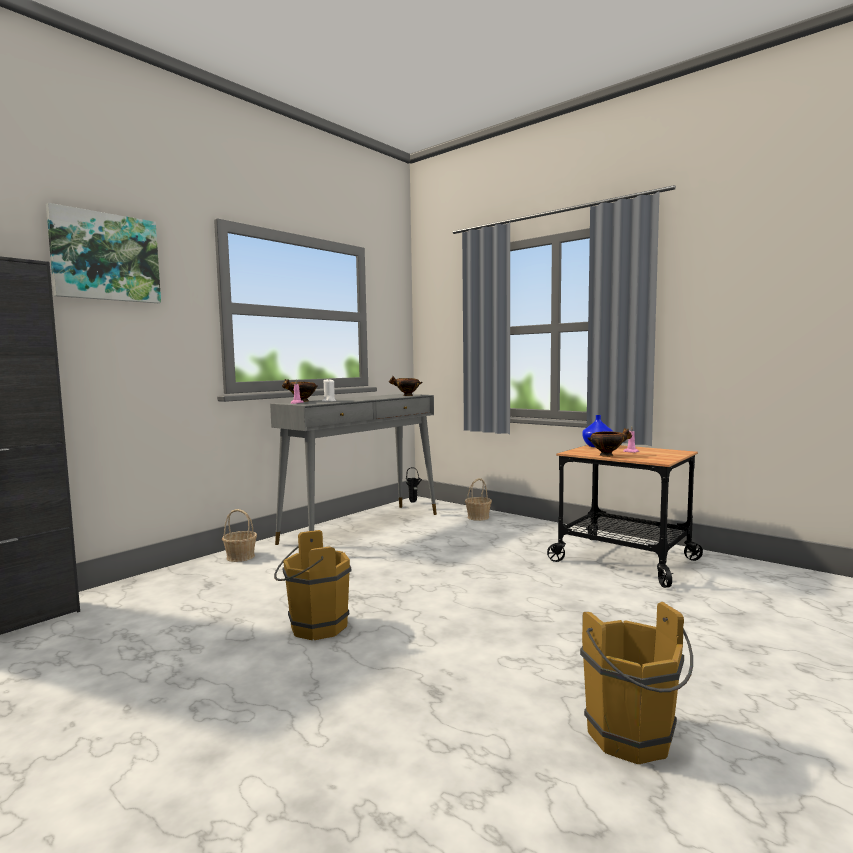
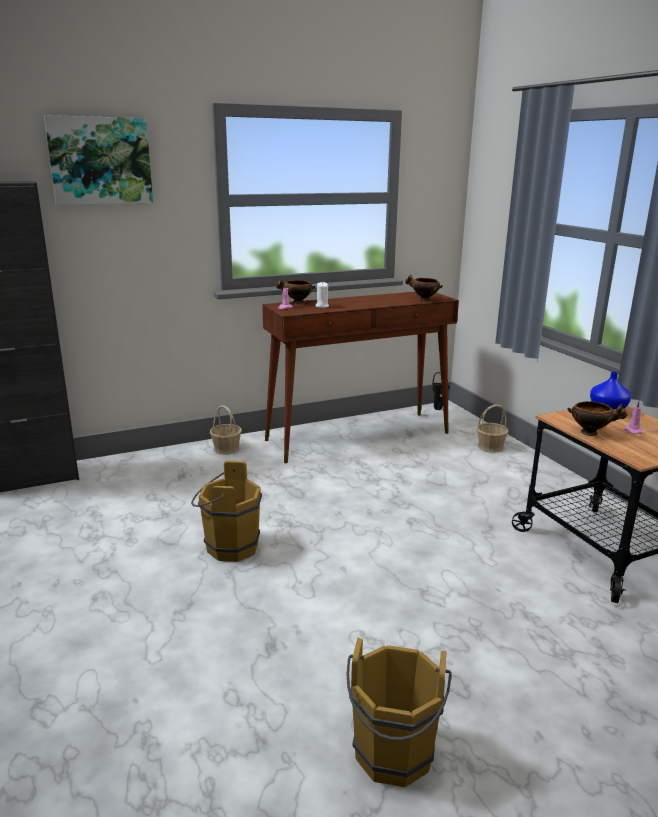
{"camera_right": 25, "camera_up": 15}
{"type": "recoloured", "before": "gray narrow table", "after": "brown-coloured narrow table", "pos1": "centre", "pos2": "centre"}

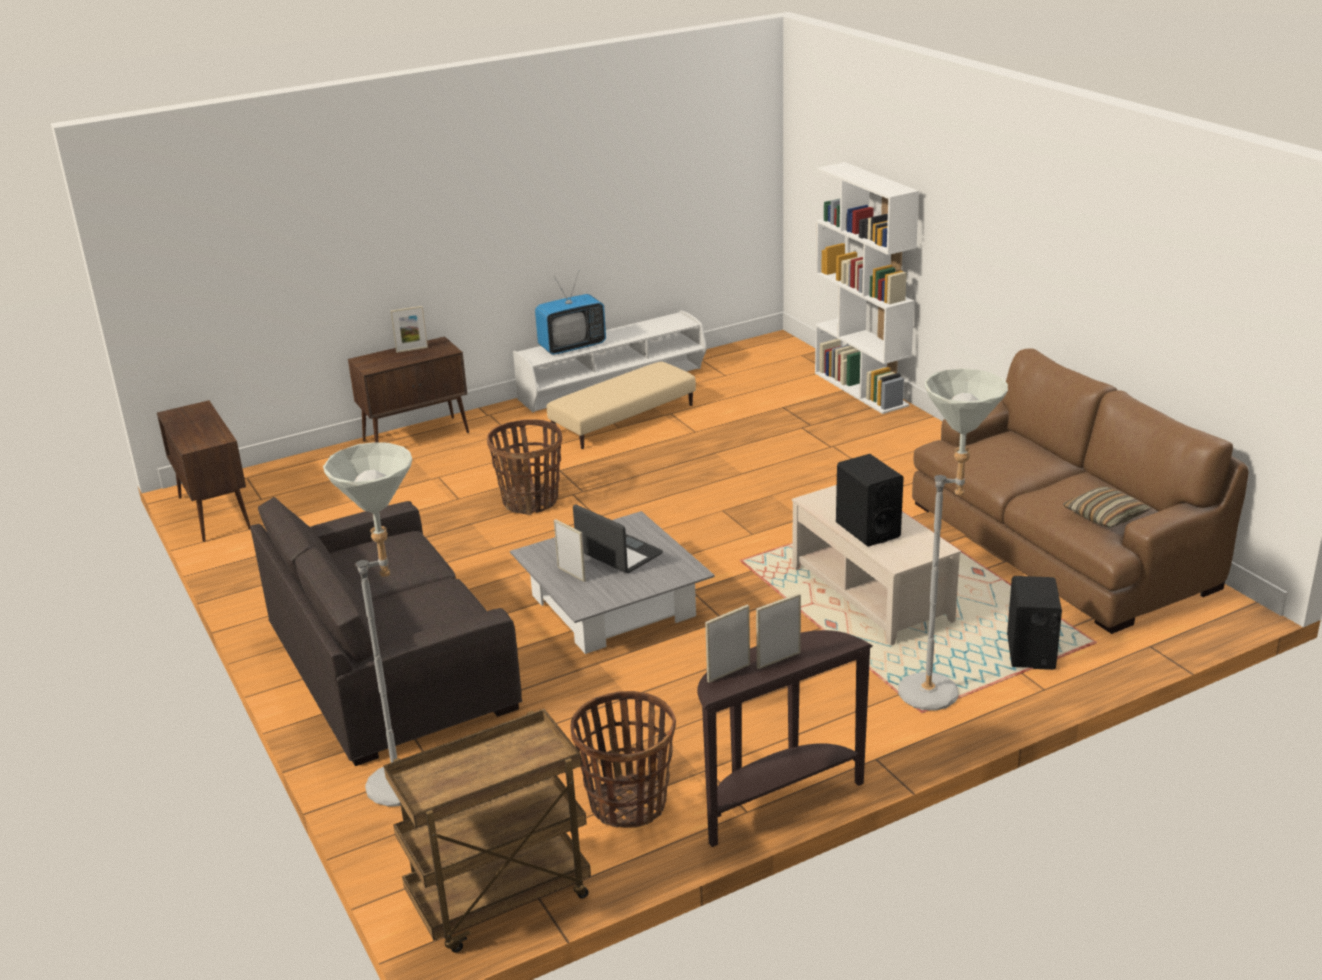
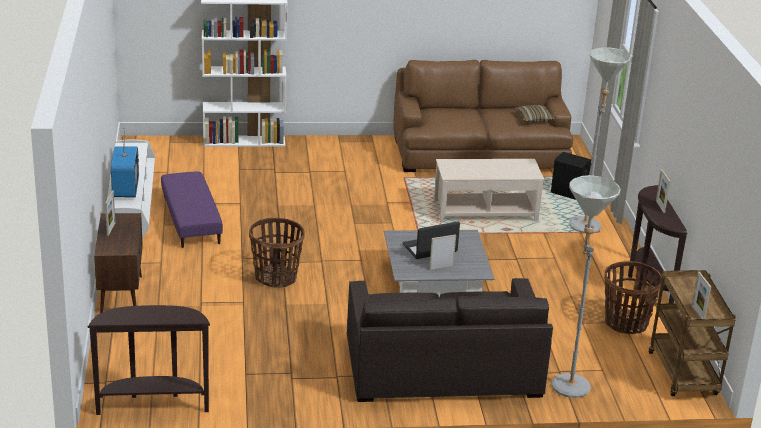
{"camera_right": -70, "camera_up": 0}
{"type": "replaced", "before": "brown-coloured cabinet (1st from left)", "after": "brown-coloured narrow table (1st from left)", "pos1": "middle left", "pos2": "bottom left"}
{"type": "recoloured", "before": "sand-coloured ottoman", "after": "purple-coloured ottoman", "pos1": "centre", "pos2": "middle left"}
{"type": "moved", "before": "standing frame (3rd from left in the first image)", "after": "standing frame (4th from left)", "pos1": "centre", "pos2": "bottom right"}
{"type": "removed", "before": "blackish speaker (1st from left)", "pos1": "centre"}

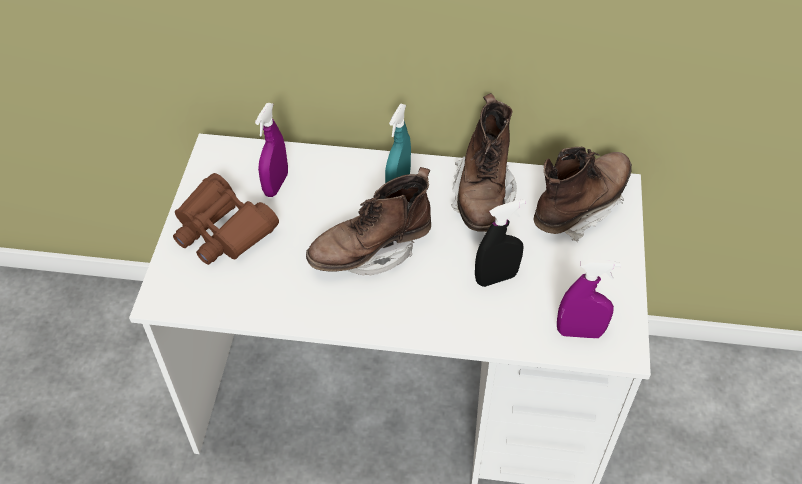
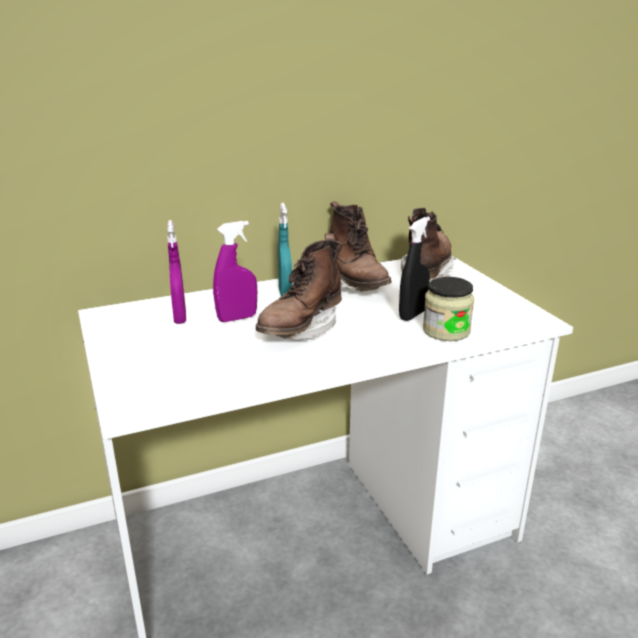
{"camera_right": -30, "camera_up": -25}
{"type": "removed", "before": "brown-coloured binoculars", "pos1": "middle left"}
{"type": "moved", "before": "purple-coloured sprayer (2nd from left)", "pos1": "middle right", "pos2": "centre"}
{"type": "added", "after": "storage jar", "pos2": "middle right"}

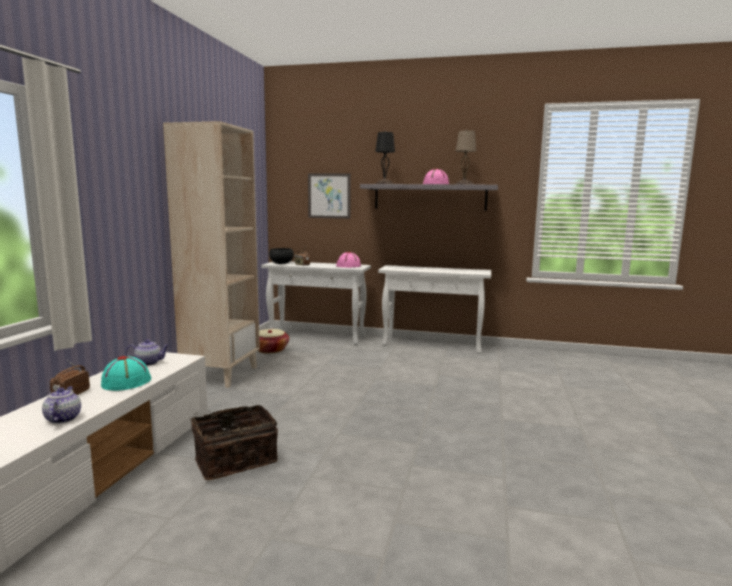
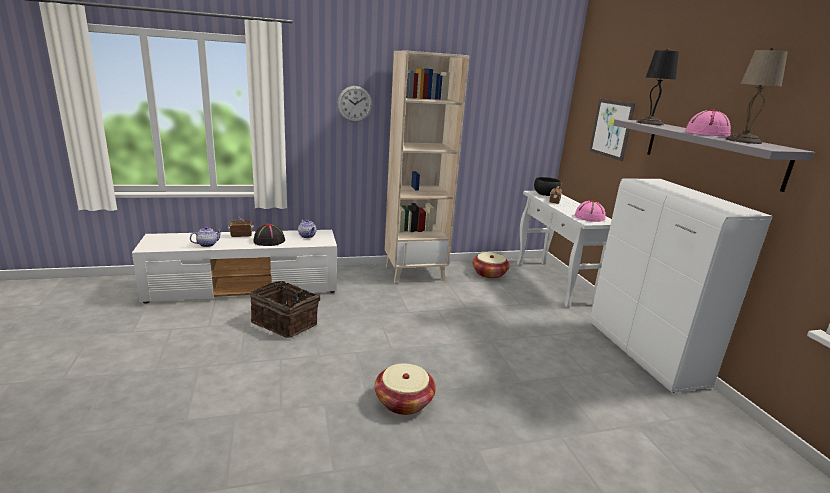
{"camera_right": 60, "camera_up": 10}
{"type": "recoloured", "before": "blue-green clothing hat", "after": "blackish clothing hat", "pos1": "middle left", "pos2": "middle left"}
{"type": "replaced", "before": "whitish narrow table (2nd from left)", "after": "whitish cabinet", "pos1": "centre", "pos2": "middle right"}
{"type": "added", "after": "wall clock", "pos2": "top centre"}
{"type": "added", "after": "basket (2nd from left)", "pos2": "bottom centre"}

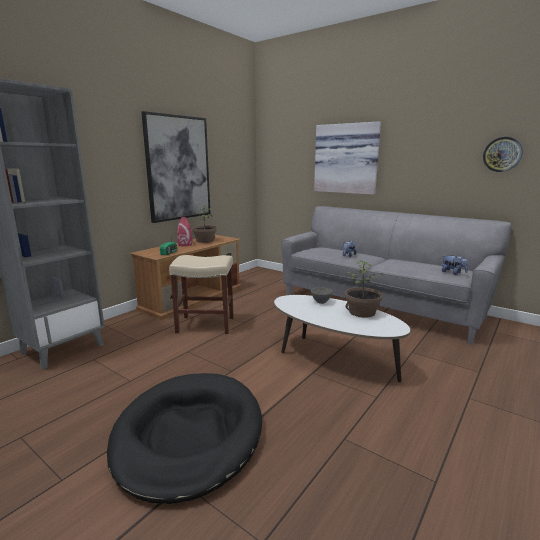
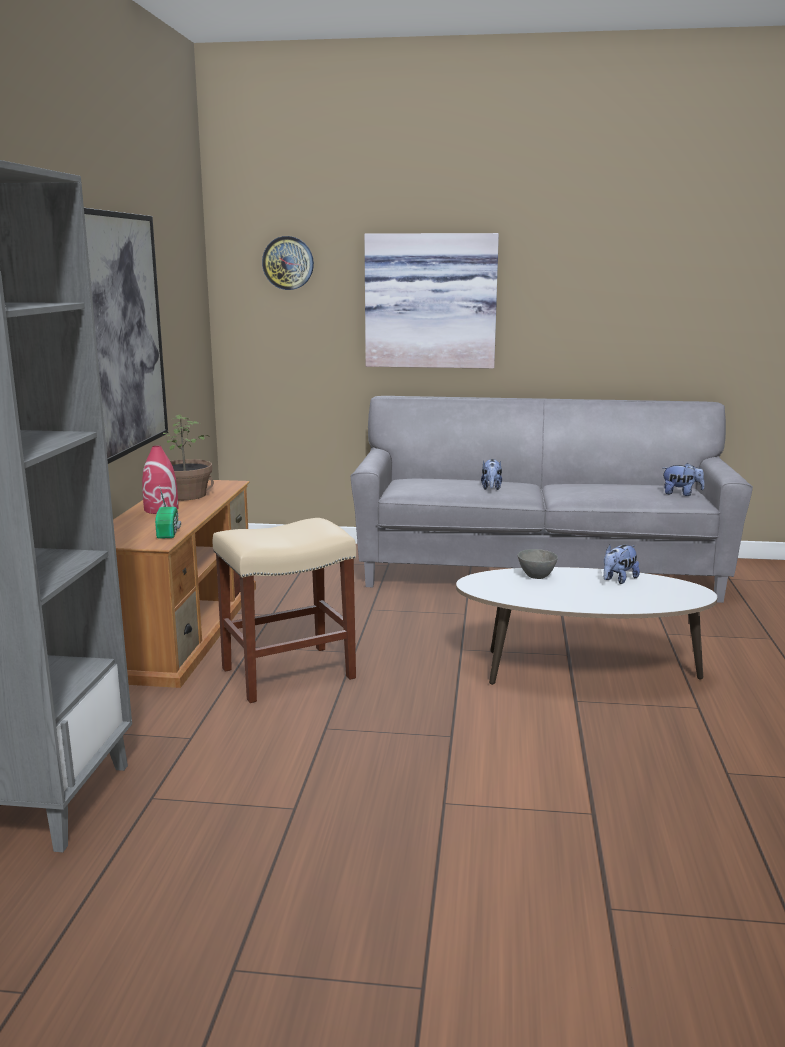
{"camera_right": -30, "camera_up": 0}
{"type": "removed", "before": "blackish pet bed", "pos1": "bottom centre"}
{"type": "replaced", "before": "houseplant (2nd from left)", "after": "cuddly toy (2nd from left)", "pos1": "middle right", "pos2": "middle right"}
{"type": "moved", "before": "wall clock", "pos1": "top right", "pos2": "top centre"}

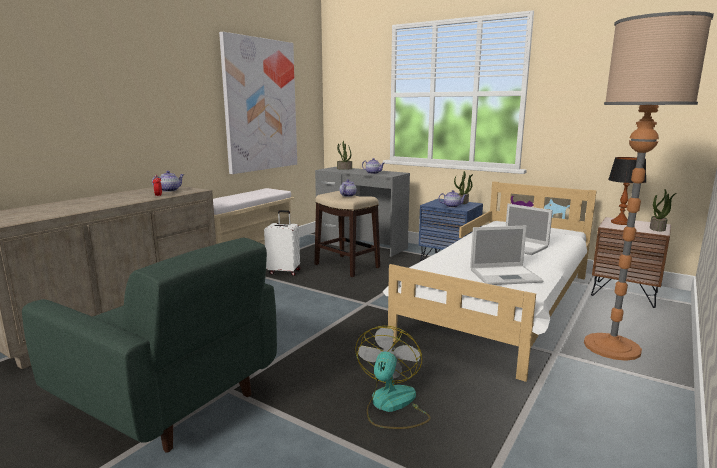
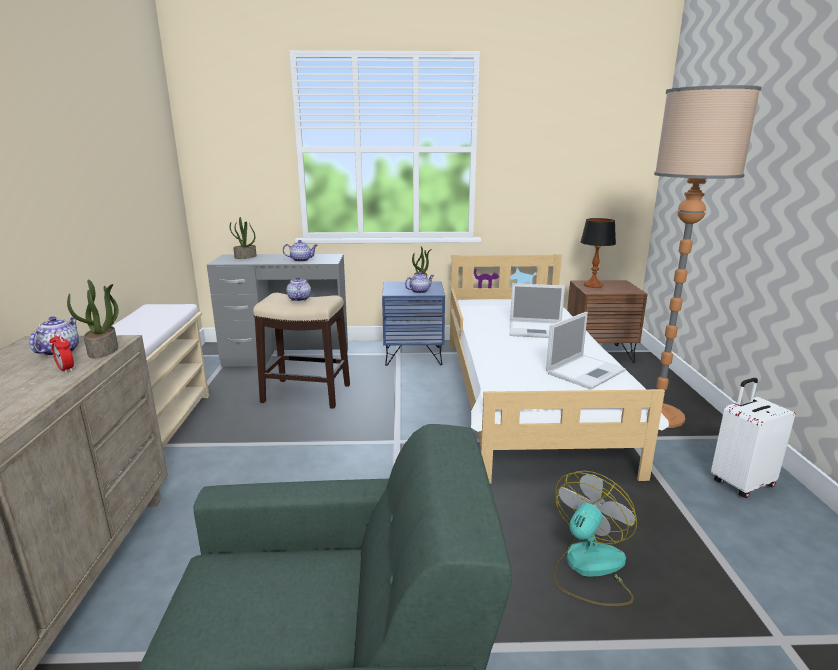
{"camera_right": -35, "camera_up": 5}
{"type": "removed", "before": "picture", "pos1": "top centre"}
{"type": "moved", "before": "whitish suitcase", "pos1": "centre", "pos2": "middle right"}
{"type": "turned", "before": "fan", "pos1": "bottom centre", "pos2": "bottom right", "turn": 60}
{"type": "moved", "before": "houseplant (3rd from left in the first image)", "after": "houseplant (1st from left)", "pos1": "middle right", "pos2": "middle left"}

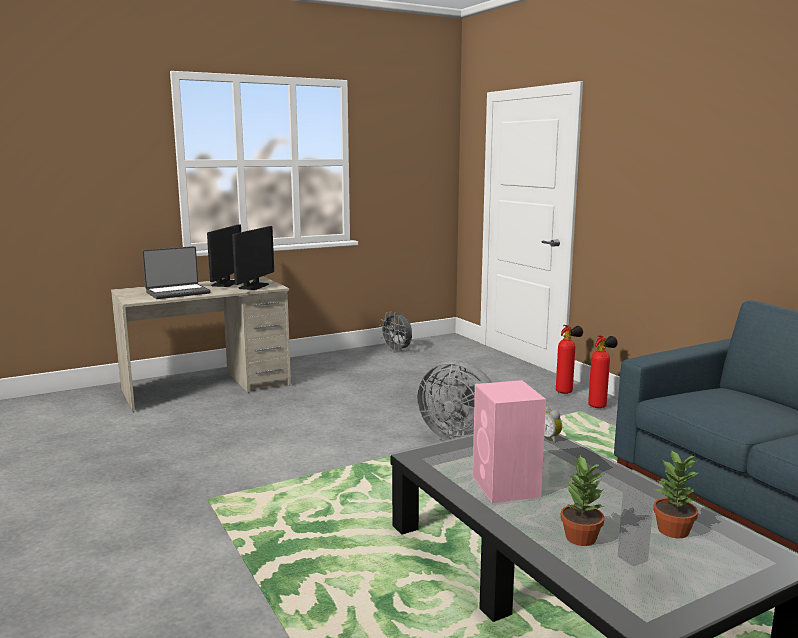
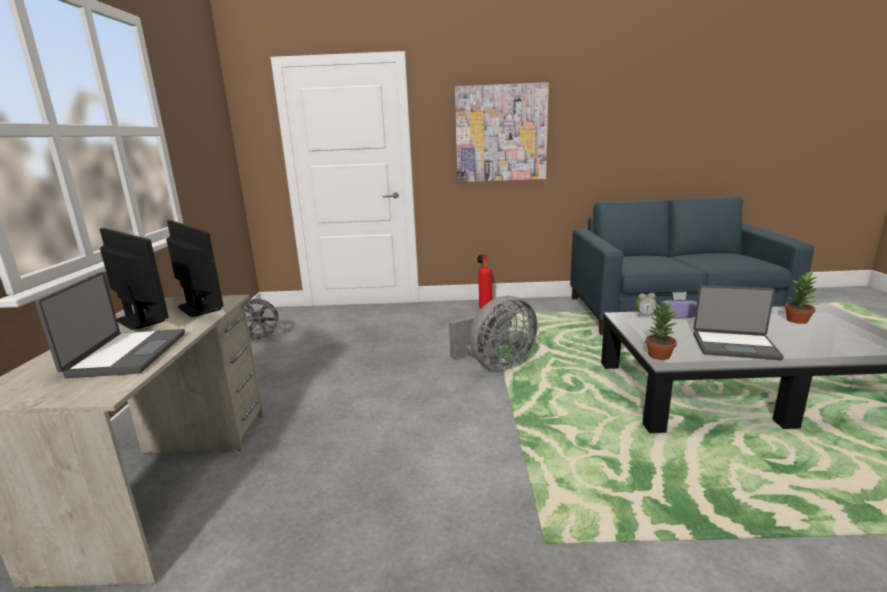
{"camera_right": -60, "camera_up": 5}
{"type": "replaced", "before": "pinkish speaker", "after": "laptop (2nd from left)", "pos1": "bottom centre", "pos2": "middle right"}
{"type": "removed", "before": "extinguisher (1st from left)", "pos1": "middle right"}
{"type": "moved", "before": "houseplant (1st from left)", "pos1": "bottom right", "pos2": "middle right"}
{"type": "added", "after": "picture", "pos2": "top centre"}
{"type": "added", "after": "purple-coloured box of tissues", "pos2": "middle right"}

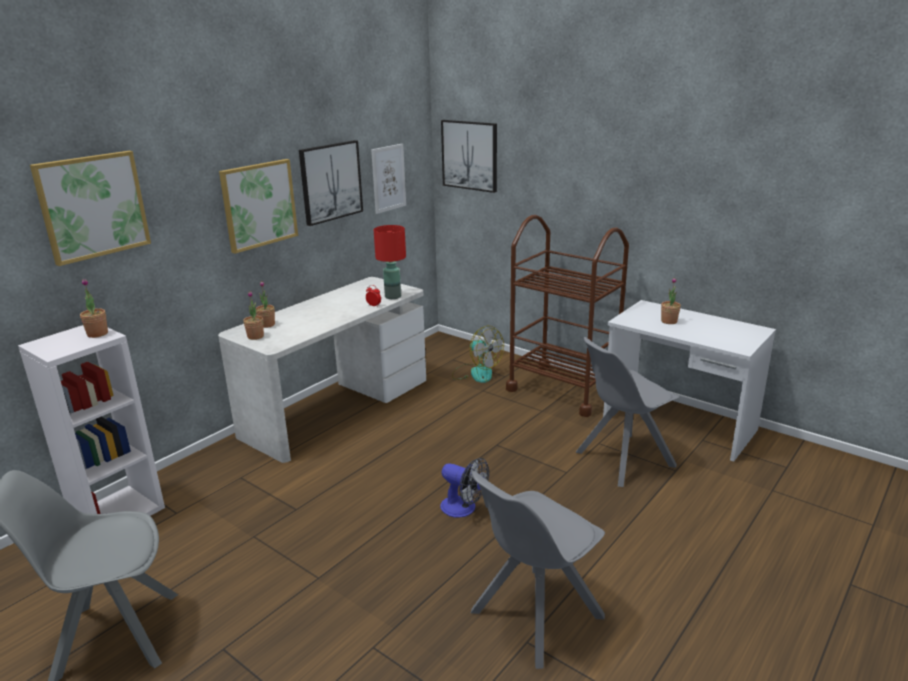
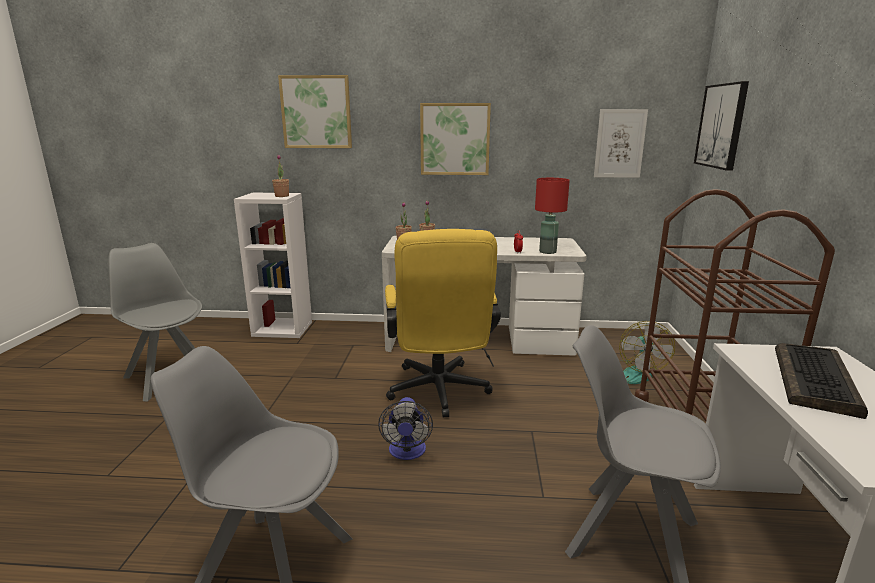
{"camera_right": 55, "camera_up": -5}
{"type": "removed", "before": "picture (3rd from left)", "pos1": "top centre"}
{"type": "replaced", "before": "houseplant (4th from left)", "after": "keyboard", "pos1": "middle right", "pos2": "middle right"}
{"type": "added", "after": "yellow computer chair", "pos2": "centre"}

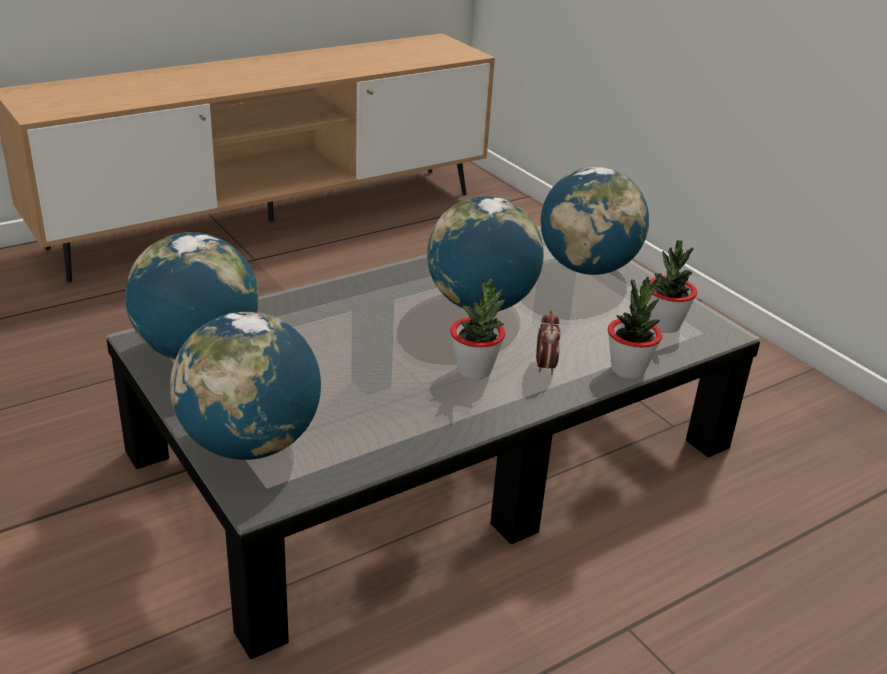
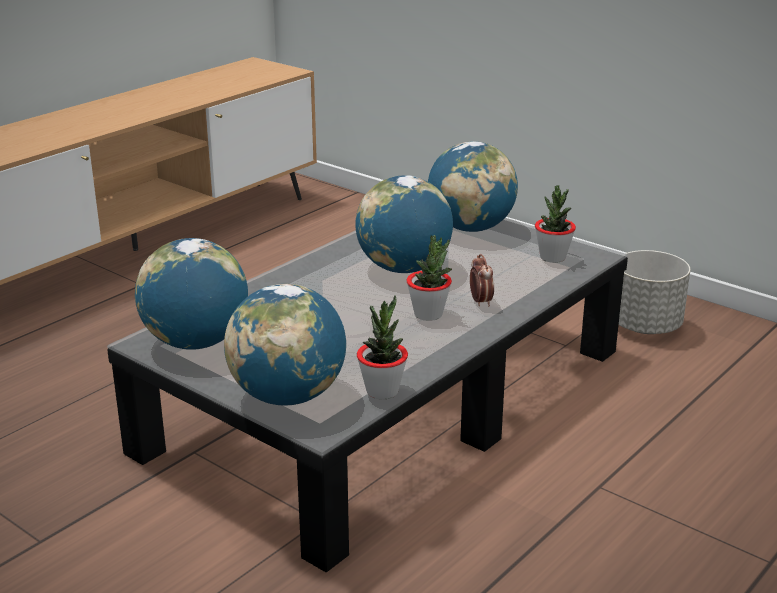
{"camera_right": -15, "camera_up": -5}
{"type": "moved", "before": "houseplant (2nd from left in the first image)", "after": "houseplant (1st from left)", "pos1": "middle right", "pos2": "centre"}
{"type": "added", "after": "gray flower pot", "pos2": "middle right"}

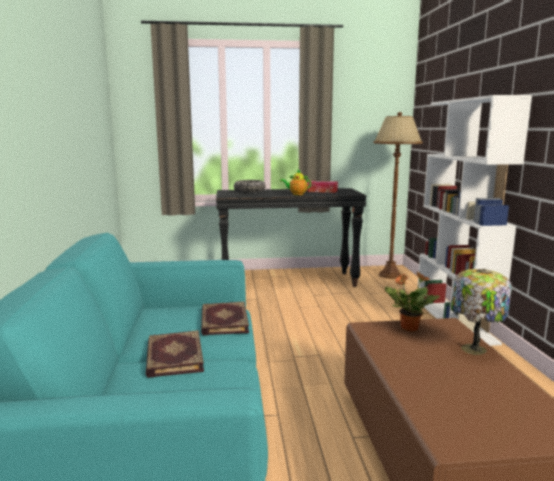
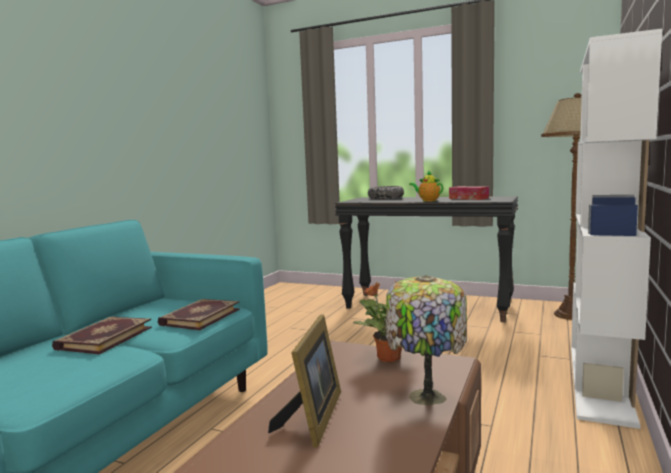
{"camera_right": 30, "camera_up": -5}
{"type": "added", "after": "standing frame", "pos2": "bottom centre"}

